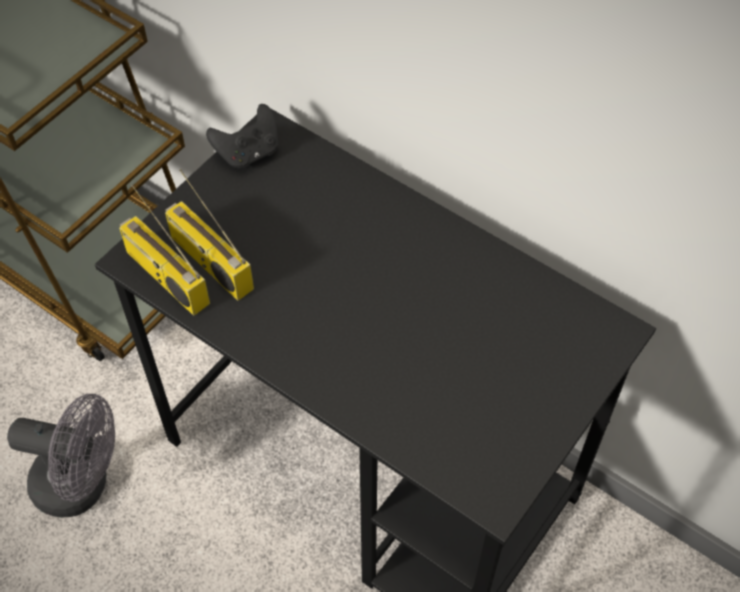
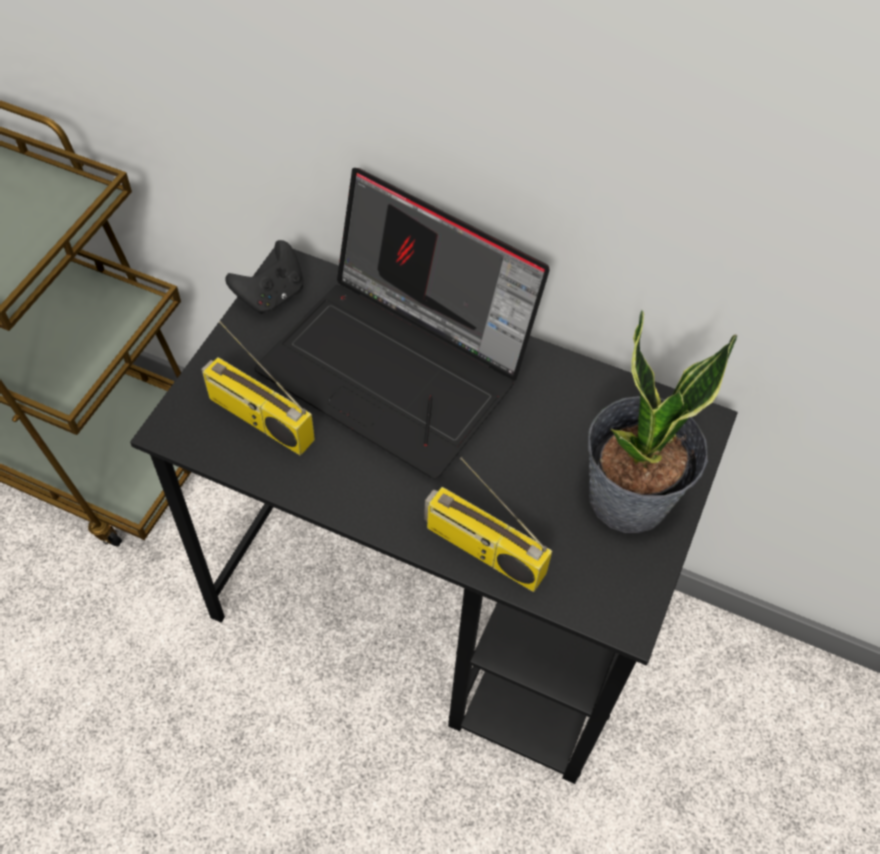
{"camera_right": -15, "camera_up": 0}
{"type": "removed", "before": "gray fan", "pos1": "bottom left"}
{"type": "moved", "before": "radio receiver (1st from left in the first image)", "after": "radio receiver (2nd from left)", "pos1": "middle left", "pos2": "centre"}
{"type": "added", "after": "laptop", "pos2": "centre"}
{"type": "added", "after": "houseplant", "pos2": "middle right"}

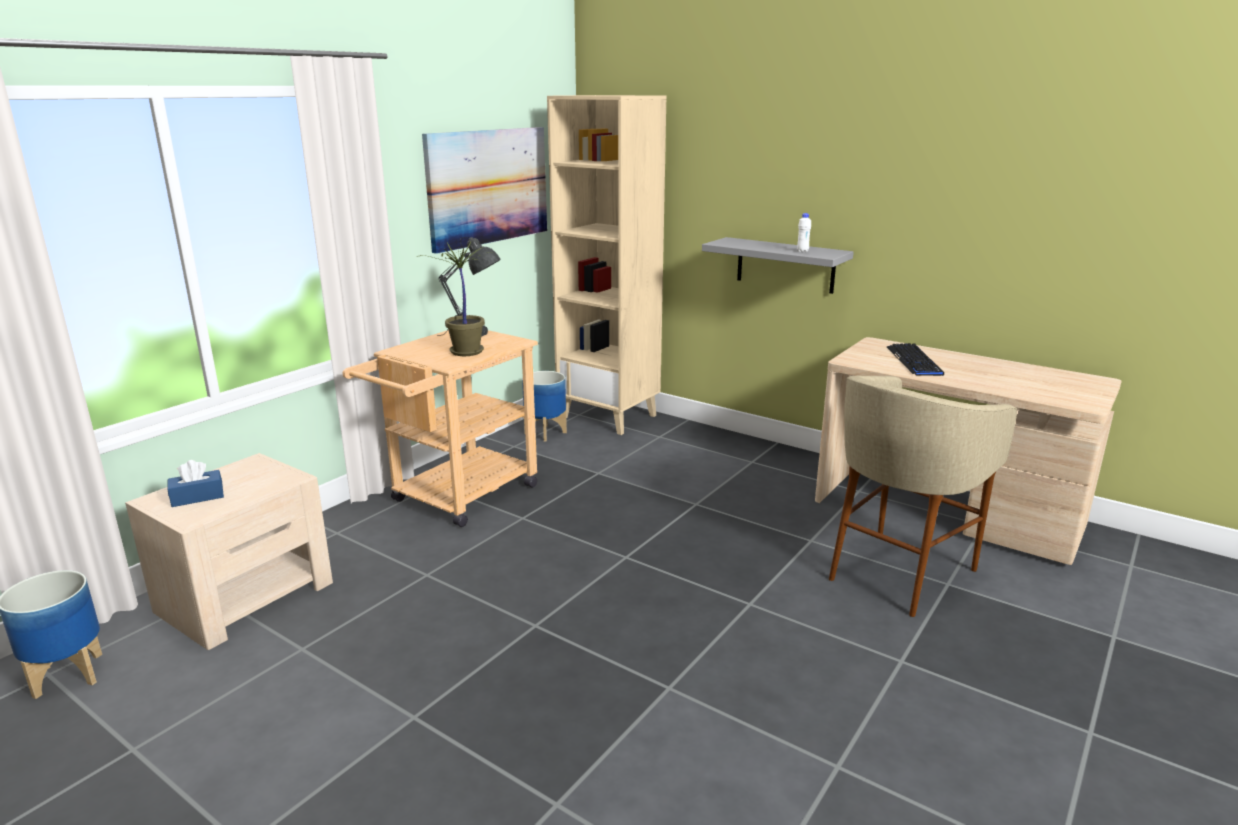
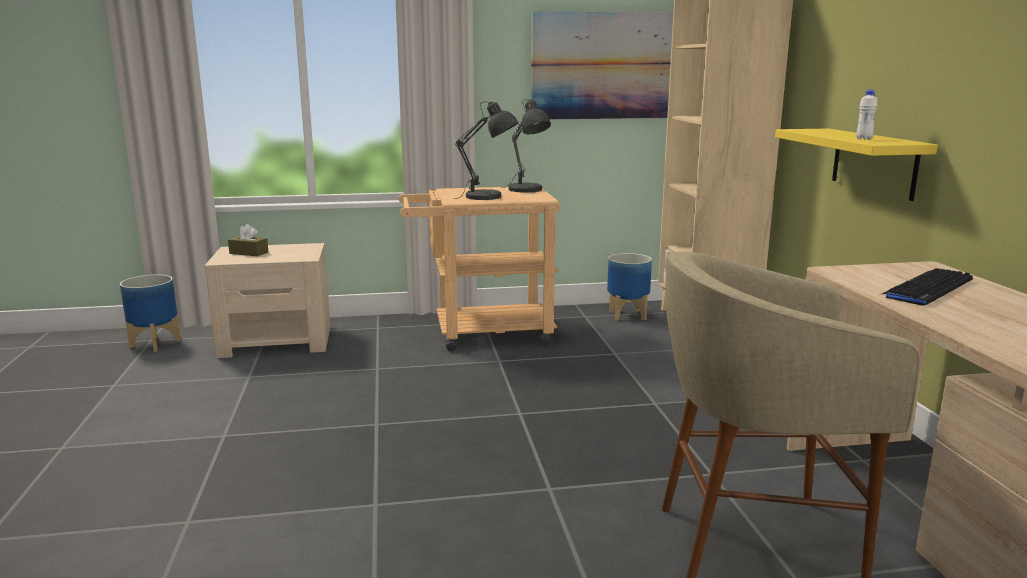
{"camera_right": 45, "camera_up": -5}
{"type": "recoloured", "before": "bluish box of tissues", "after": "brown-coloured box of tissues", "pos1": "middle left", "pos2": "middle left"}
{"type": "replaced", "before": "houseplant", "after": "gray tabletop lamp (1st from left)", "pos1": "centre", "pos2": "top centre"}
{"type": "recoloured", "before": "gray shelf", "after": "yellow shelf", "pos1": "top centre", "pos2": "top right"}

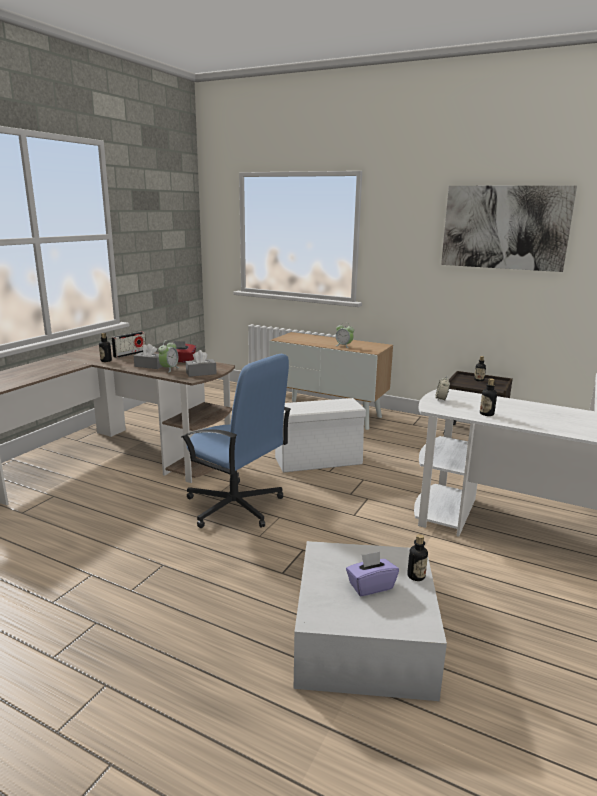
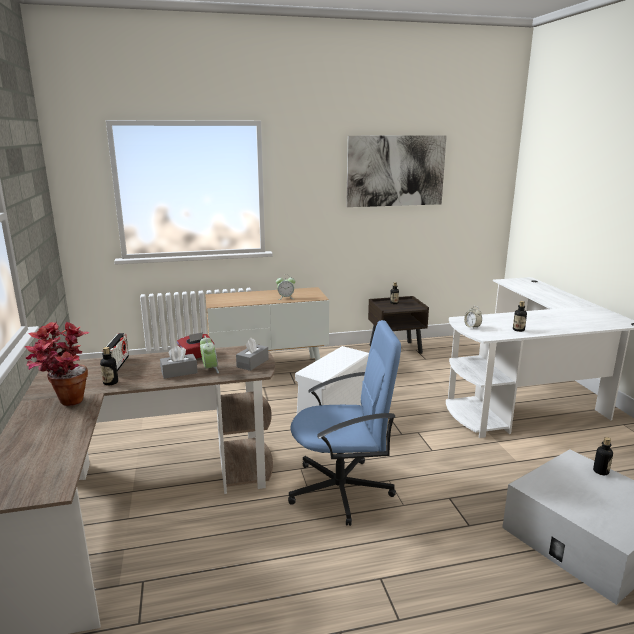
{"camera_right": -40, "camera_up": 0}
{"type": "removed", "before": "purple-coloured box of tissues", "pos1": "bottom centre"}
{"type": "added", "after": "houseplant", "pos2": "middle left"}

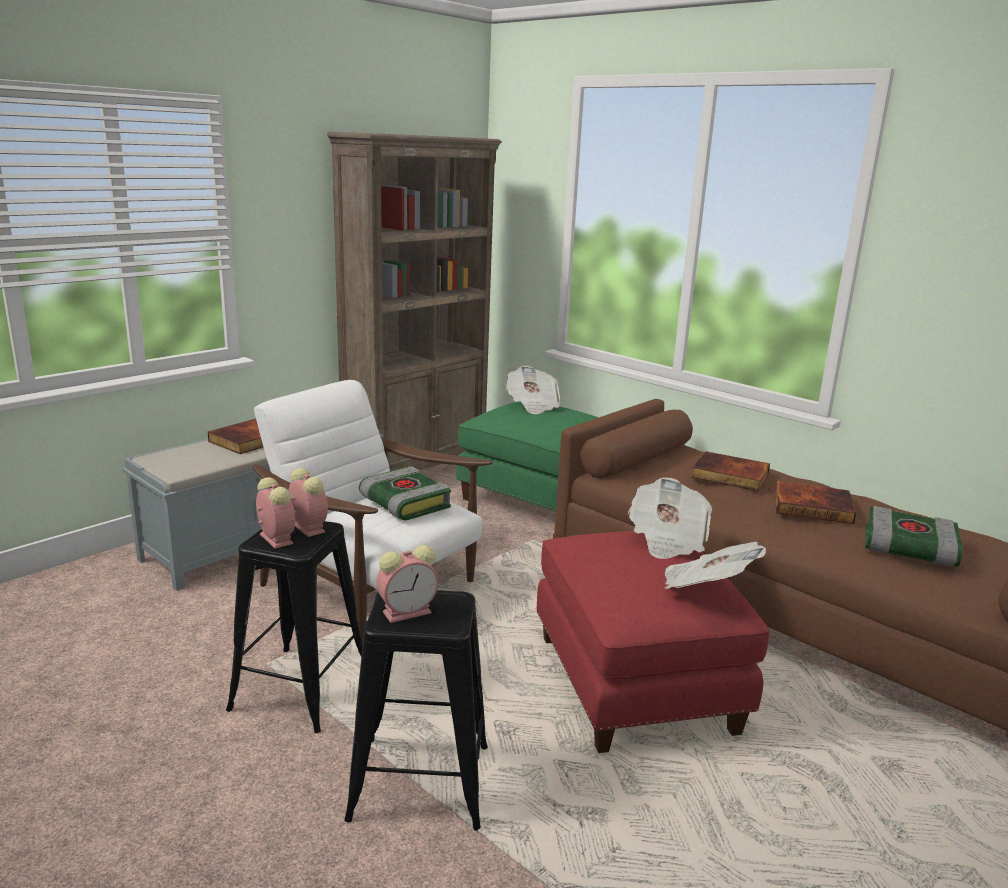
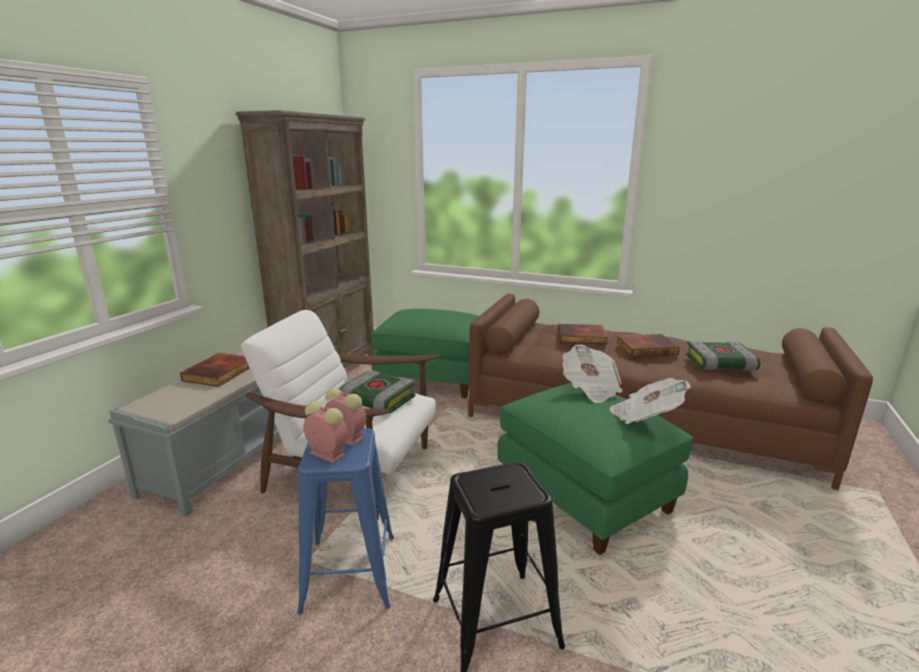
{"camera_right": -20, "camera_up": 0}
{"type": "recoloured", "before": "blackish stool seat (1st from left)", "after": "bluish stool seat", "pos1": "bottom left", "pos2": "bottom centre"}
{"type": "removed", "before": "bedside clock (3rd from left)", "pos1": "centre"}
{"type": "removed", "before": "newspaper (1st from left)", "pos1": "centre"}
{"type": "recoloured", "before": "red-coloured ottoman", "after": "green ottoman (2nd from left)", "pos1": "bottom centre", "pos2": "bottom centre"}

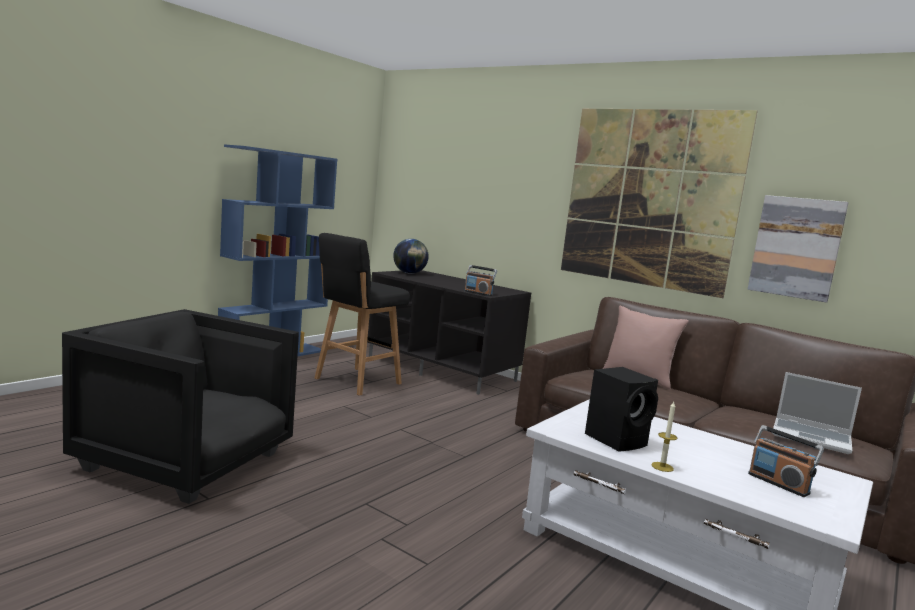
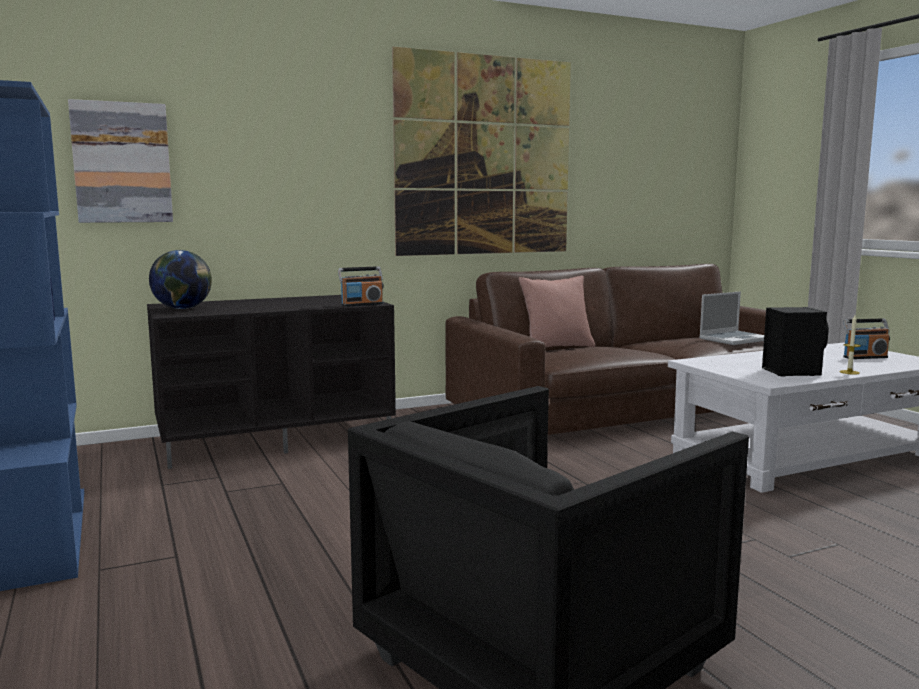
{"camera_right": -60, "camera_up": 0}
{"type": "removed", "before": "blackish stool seat", "pos1": "centre"}
{"type": "moved", "before": "picture (2nd from left in the first image)", "after": "picture (1st from left)", "pos1": "middle right", "pos2": "top left"}

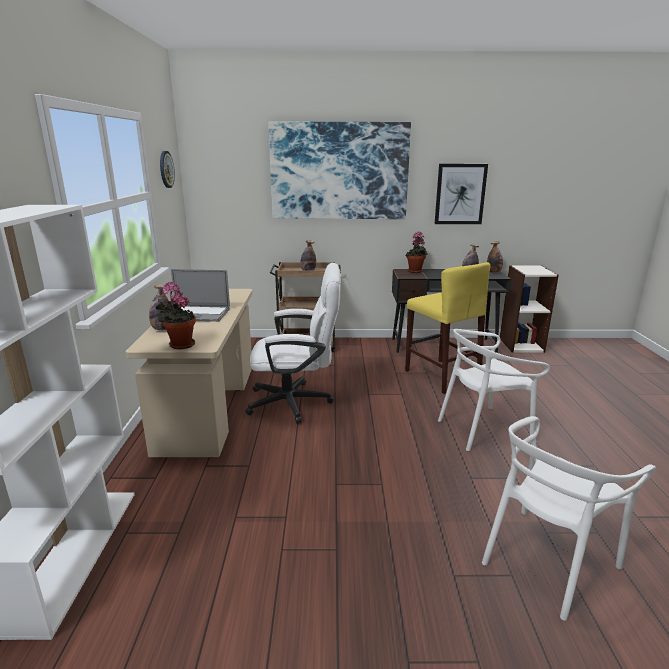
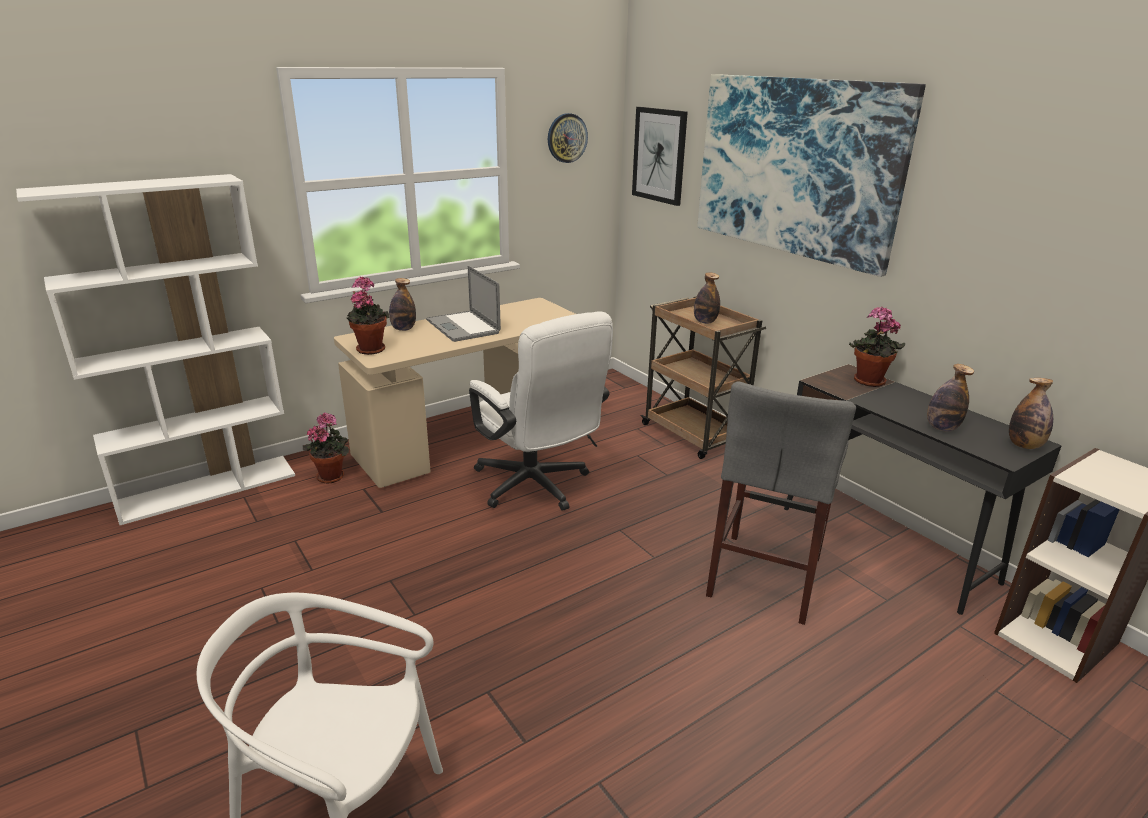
{"camera_right": 55, "camera_up": 5}
{"type": "recoloured", "before": "yellow stool seat", "after": "gray stool seat", "pos1": "middle right", "pos2": "middle right"}
{"type": "moved", "before": "picture (2nd from left in the first image)", "after": "picture (1st from left)", "pos1": "top right", "pos2": "top centre"}
{"type": "removed", "before": "whitish chair (1st from left)", "pos1": "middle right"}
{"type": "added", "after": "houseplant (1st from left)", "pos2": "middle left"}

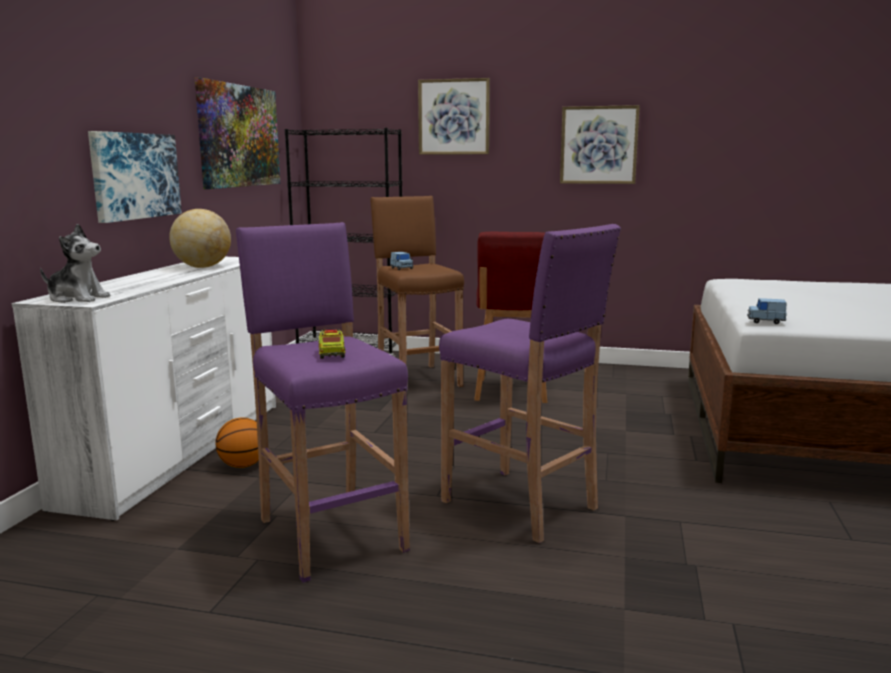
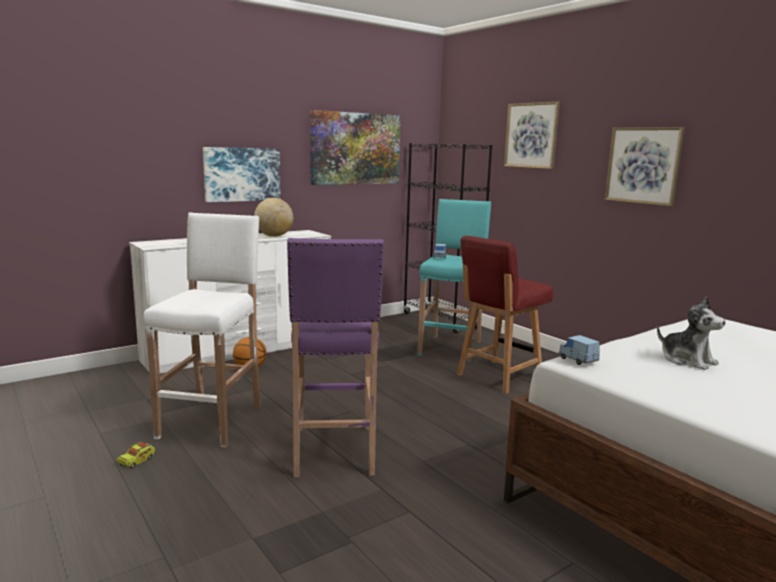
{"camera_right": 40, "camera_up": 0}
{"type": "moved", "before": "cuddly toy", "pos1": "middle left", "pos2": "middle right"}
{"type": "recoloured", "before": "purple-coloured stool seat (1st from left)", "after": "whitish stool seat", "pos1": "centre", "pos2": "middle left"}
{"type": "moved", "before": "toy lorry", "pos1": "centre", "pos2": "bottom left"}
{"type": "recoloured", "before": "brown-coloured stool seat", "after": "blue-green stool seat", "pos1": "centre", "pos2": "centre"}

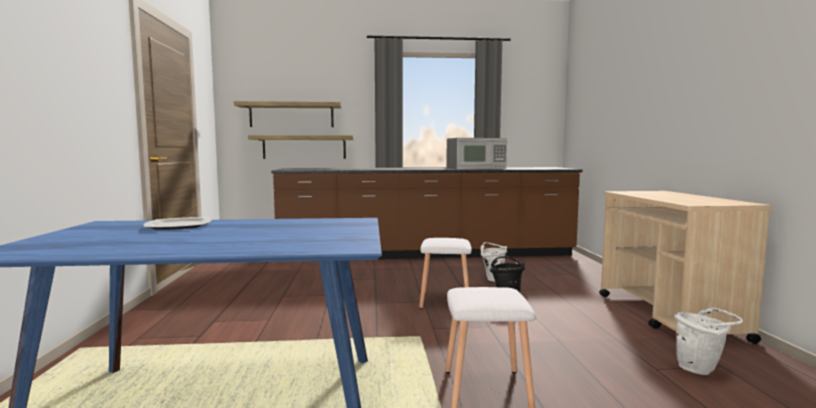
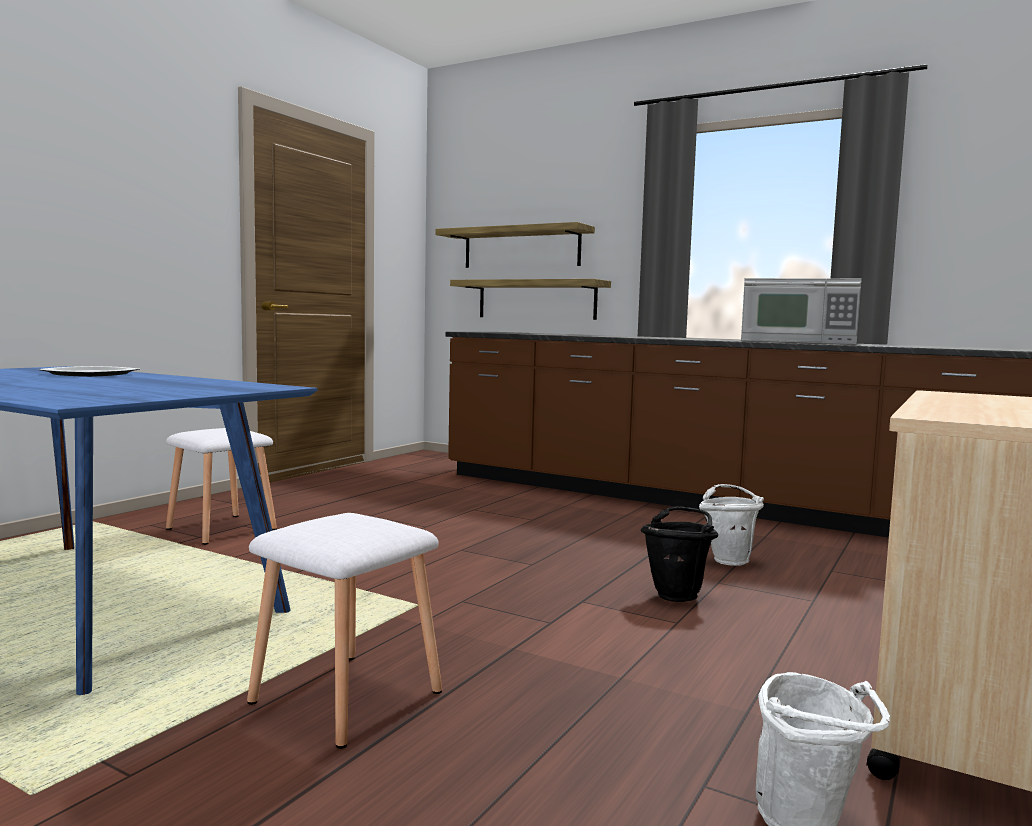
{"camera_right": 35, "camera_up": 0}
{"type": "moved", "before": "whitish stool seat (1st from left)", "pos1": "bottom centre", "pos2": "middle left"}

